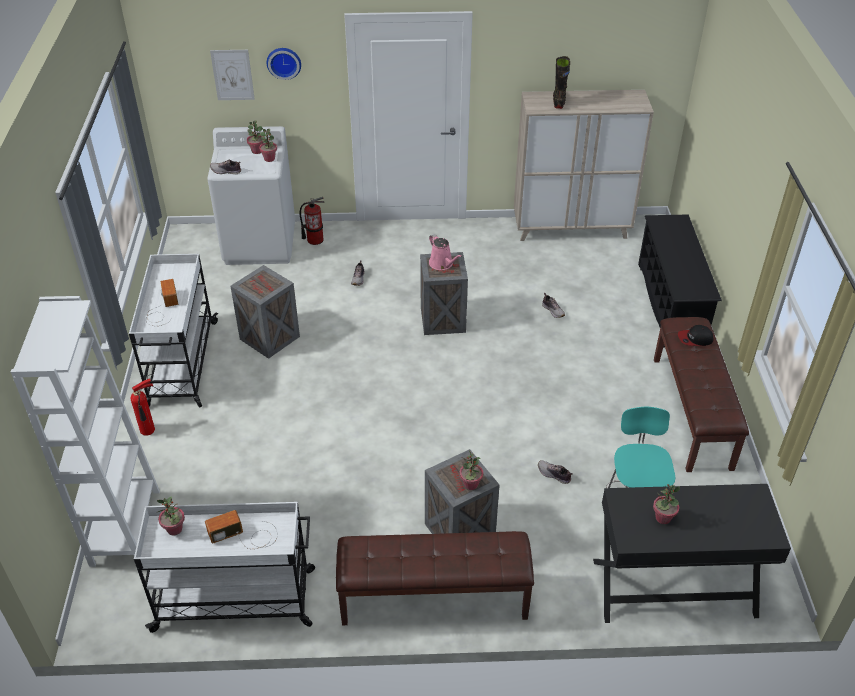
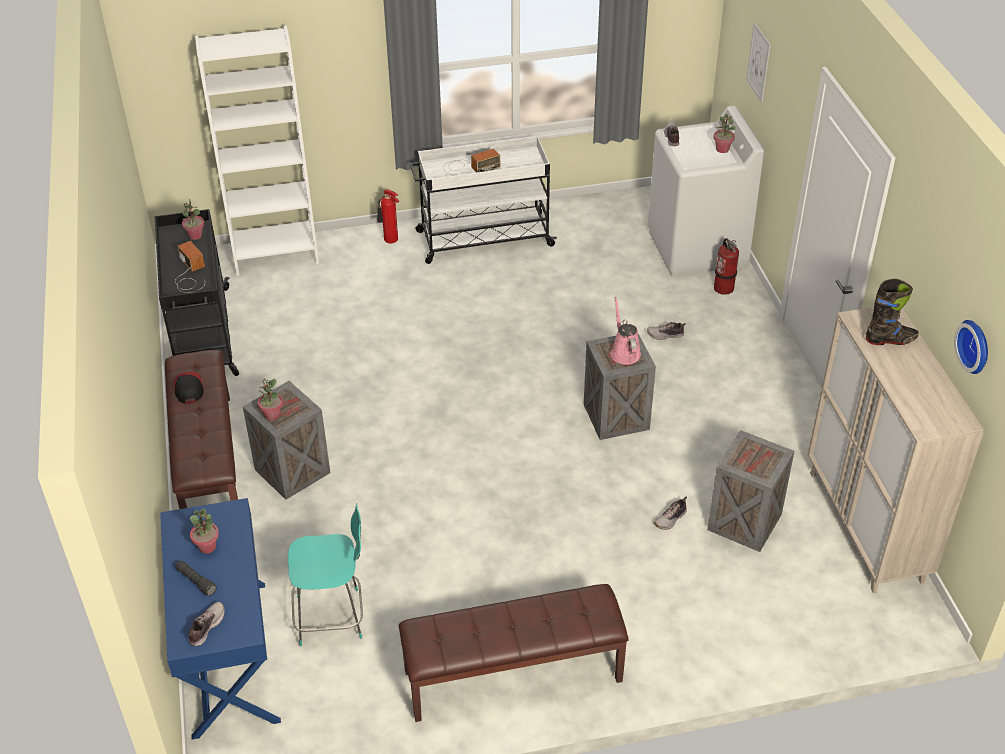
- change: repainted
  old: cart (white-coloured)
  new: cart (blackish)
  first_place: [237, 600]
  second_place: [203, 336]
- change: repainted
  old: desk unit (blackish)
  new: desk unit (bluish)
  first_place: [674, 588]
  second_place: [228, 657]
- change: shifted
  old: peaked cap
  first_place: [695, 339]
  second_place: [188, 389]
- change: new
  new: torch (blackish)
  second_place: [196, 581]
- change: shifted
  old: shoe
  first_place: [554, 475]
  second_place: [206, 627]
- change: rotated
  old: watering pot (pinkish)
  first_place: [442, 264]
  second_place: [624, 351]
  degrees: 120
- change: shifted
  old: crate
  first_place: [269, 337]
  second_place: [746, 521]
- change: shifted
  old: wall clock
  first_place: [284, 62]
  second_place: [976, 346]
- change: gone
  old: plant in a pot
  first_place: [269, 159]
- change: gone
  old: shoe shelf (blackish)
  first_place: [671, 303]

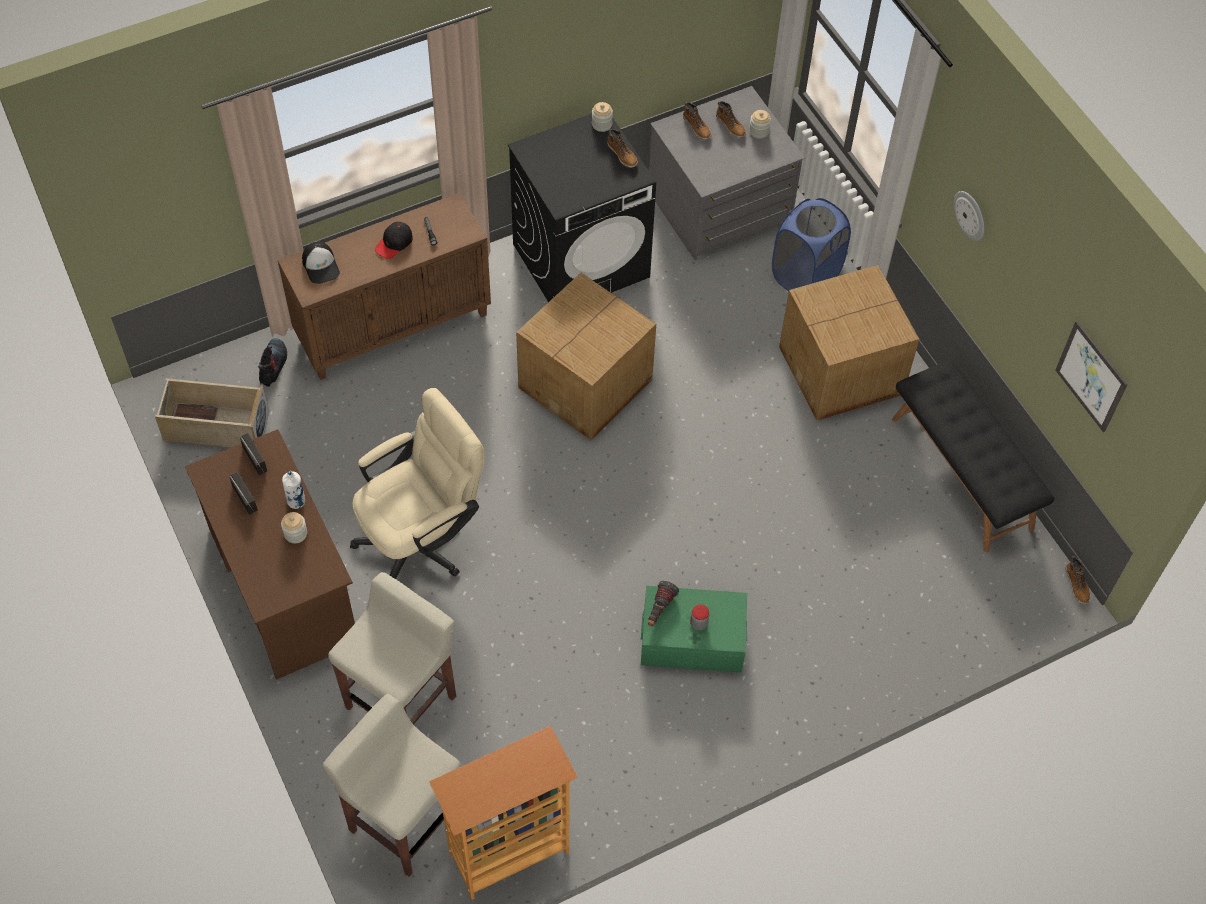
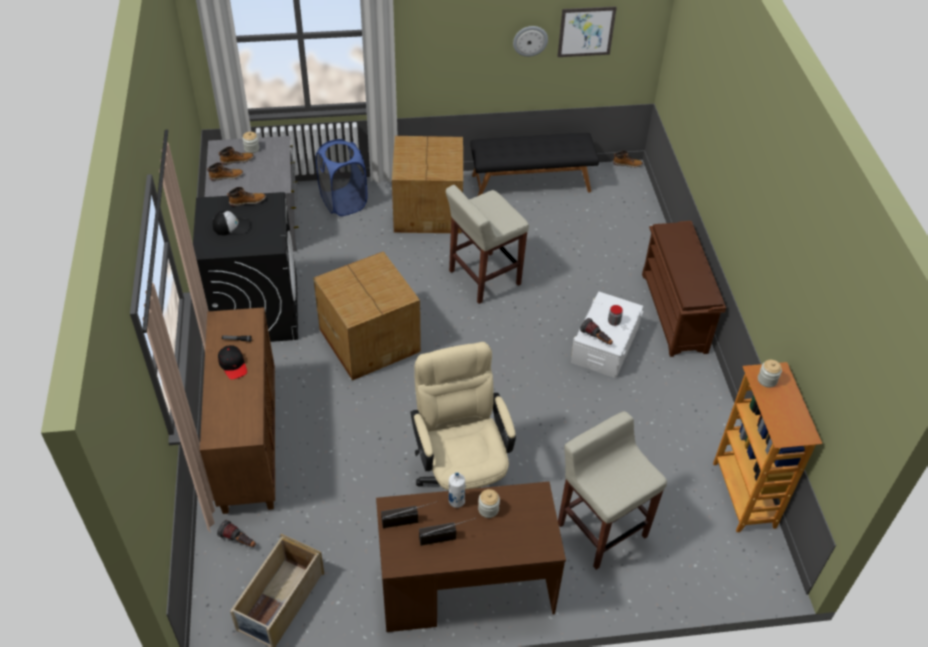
- change: shifted
  old: peaked cap
  first_place: [321, 266]
  second_place: [232, 226]
- change: swapped
  old: boot
  new: torch
  first_place: [273, 365]
  second_place: [239, 540]
- change: shifted
  old: sitting stool (sand-coloured)
  first_place: [405, 820]
  second_place: [483, 278]
- change: shifted
  old: wall clock
  first_place: [970, 215]
  second_place: [530, 40]
- change: repainted
  old: storage box (green-coloured)
  new: storage box (white-coloured)
  first_place: [692, 639]
  second_place: [605, 345]
- change: new
  new: shoe shelf (brownish)
  second_place: [675, 313]
- change: shifted
  old: preserve jar
  first_place: [601, 124]
  second_place: [767, 380]

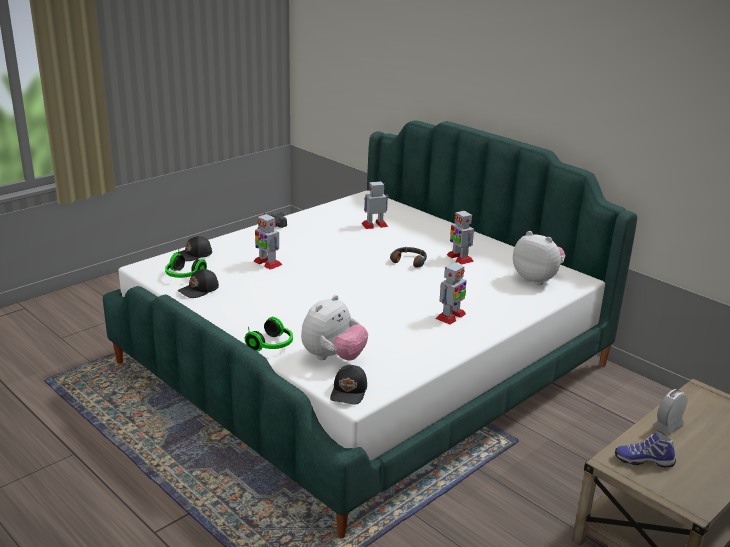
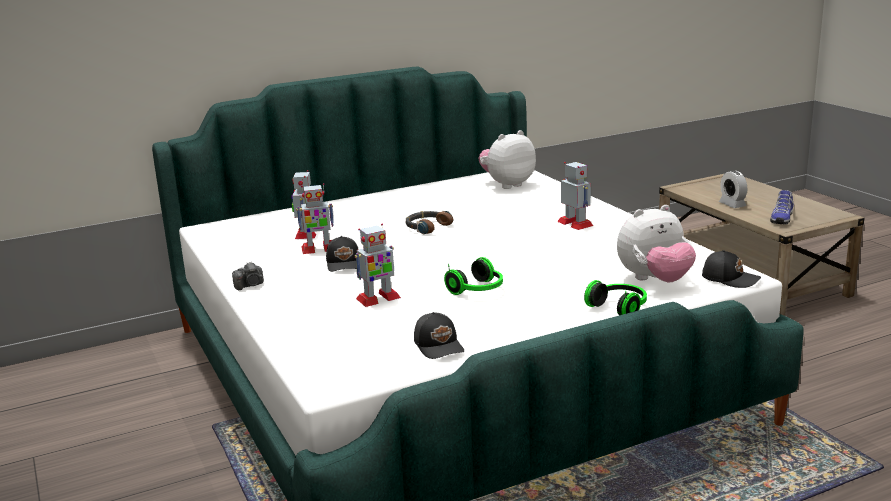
- change: shifted
  old: toy robot
  first_place: [459, 258]
  second_place: [318, 249]
- change: shifted
  old: peaked cap (blackish)
  first_place: [194, 255]
  second_place: [344, 263]
- change: shifted
  old: pair of headphones
  first_place: [183, 276]
  second_place: [478, 290]
- change: rotated
  old: soft toy
  first_place: [333, 357]
  second_place: [654, 280]
  degrees: 105

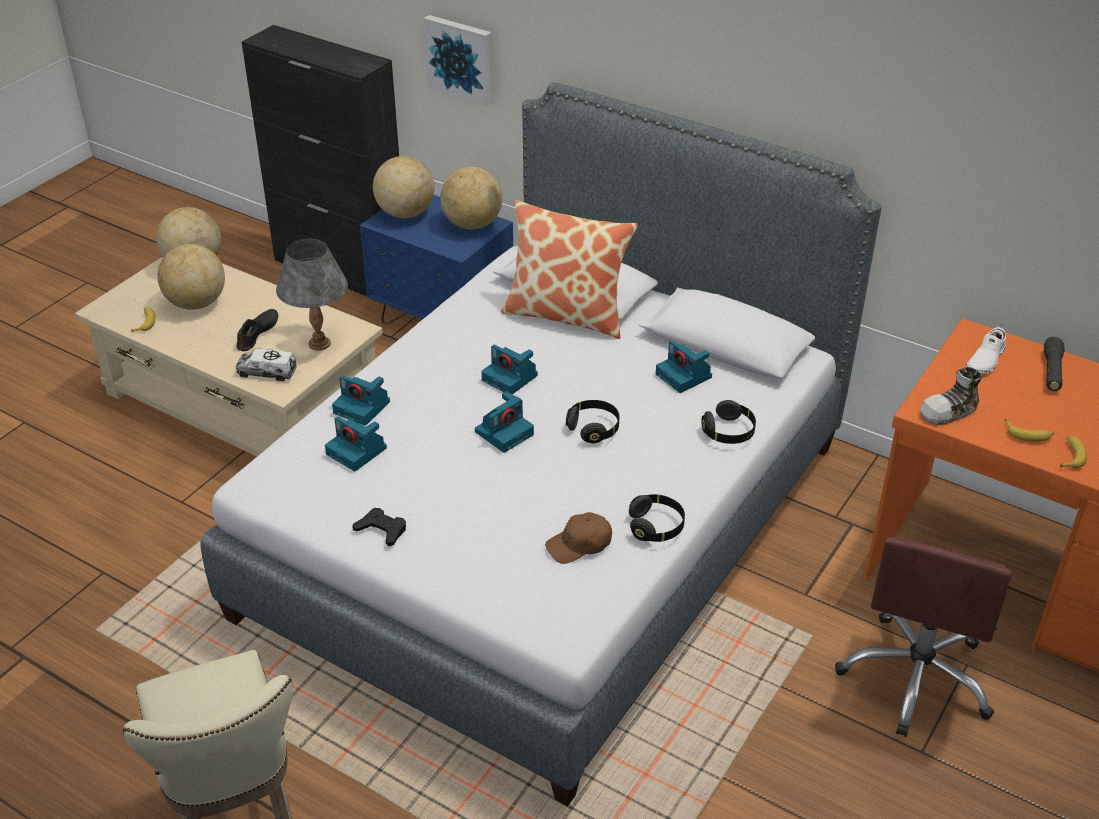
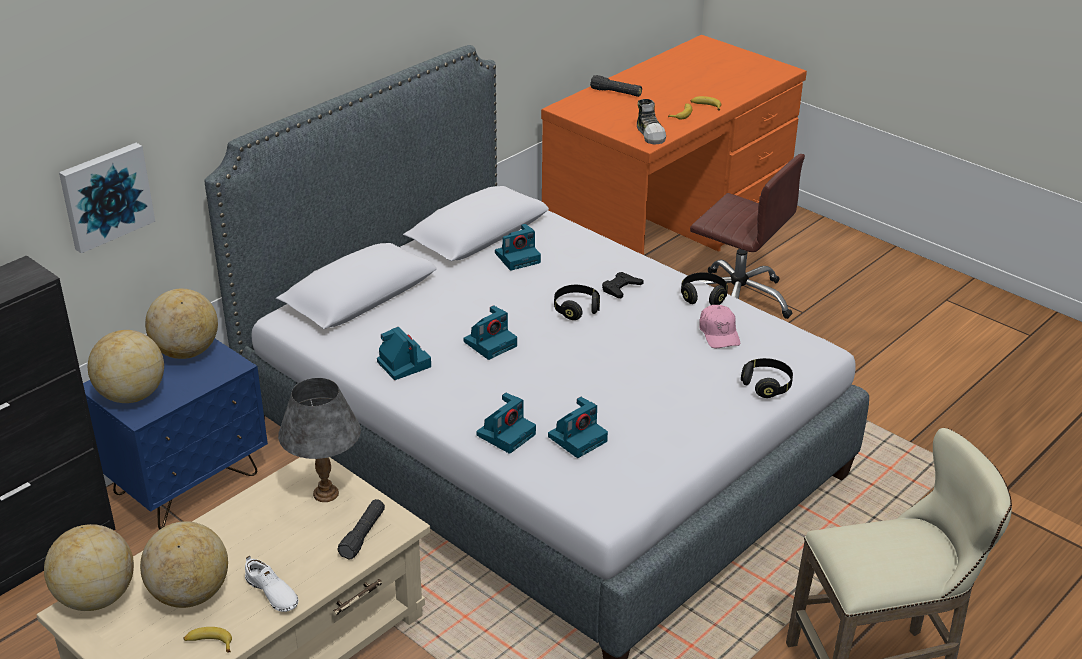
- change: shifted
  old: shoe (white-coloured)
  first_place: [984, 360]
  second_place: [272, 593]
- change: swapped
  old: toy lorry
  new: torch (blackish)
  first_place: [267, 372]
  second_place: [363, 535]
- change: shifted
  old: photo camera
  first_place: [504, 432]
  second_place: [403, 363]
- change: shifted
  old: joypad (blackish)
  first_place: [381, 530]
  second_place: [621, 288]
- change: repainted
  old: peaked cap (brownish)
  new: peaked cap (pinkish)
  first_place: [579, 545]
  second_place: [719, 333]
- change: shifted
  old: pair of headphones (blackish)
  first_place: [728, 432]
  second_place: [766, 385]
- change: gone
  old: shoe (blackish)
  first_place: [258, 333]
- change: gone
  old: pillow
  first_place: [567, 314]

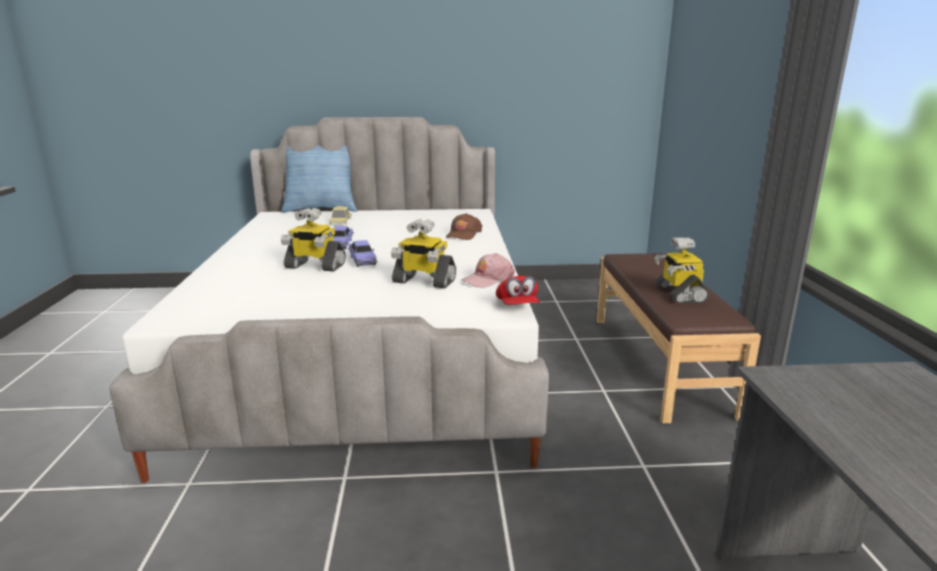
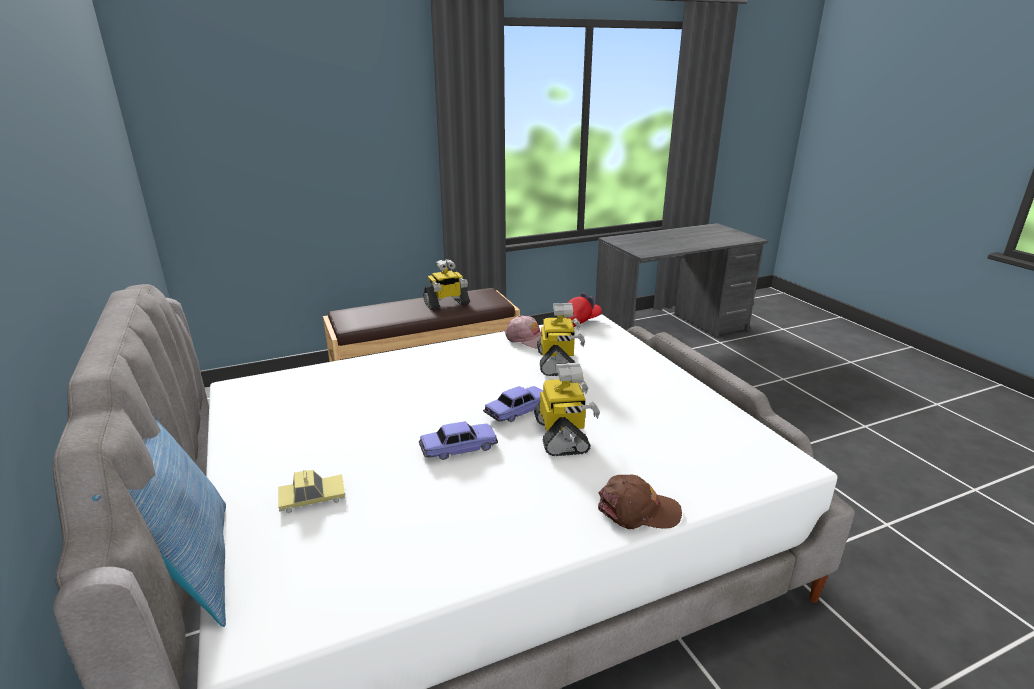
- change: shifted
  old: peaked cap (brownish)
  first_place: [463, 234]
  second_place: [638, 510]

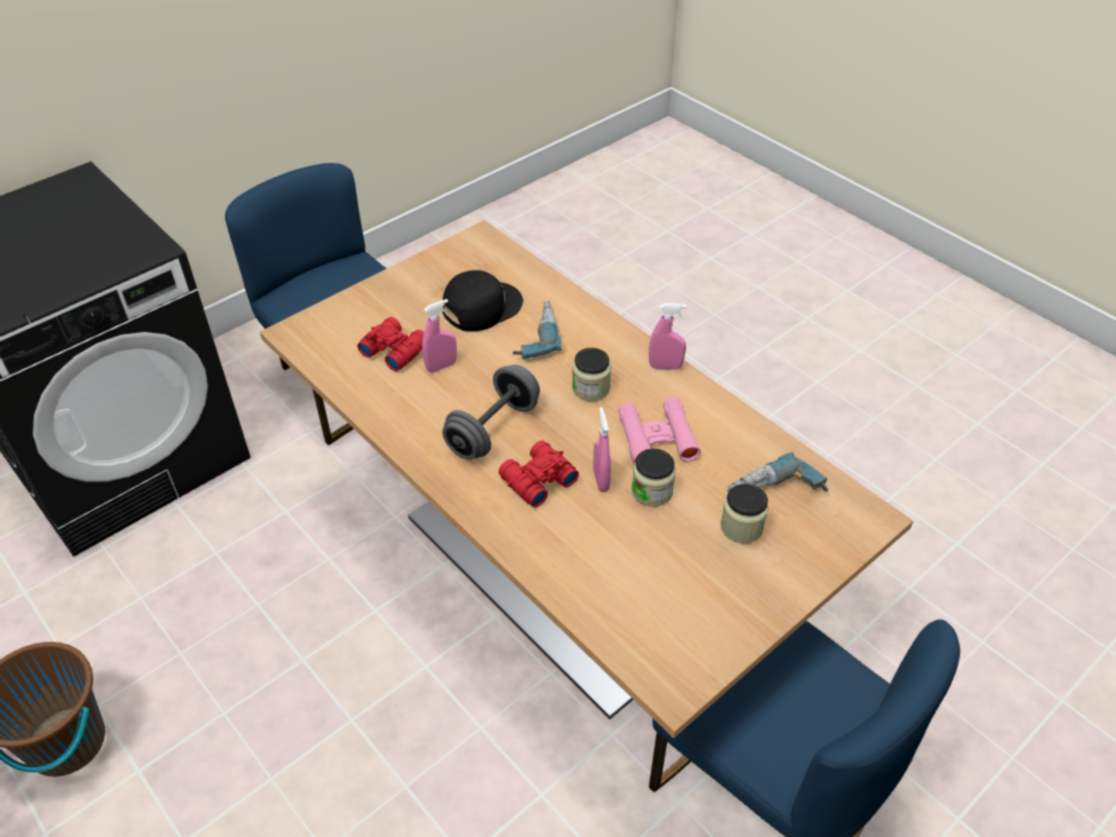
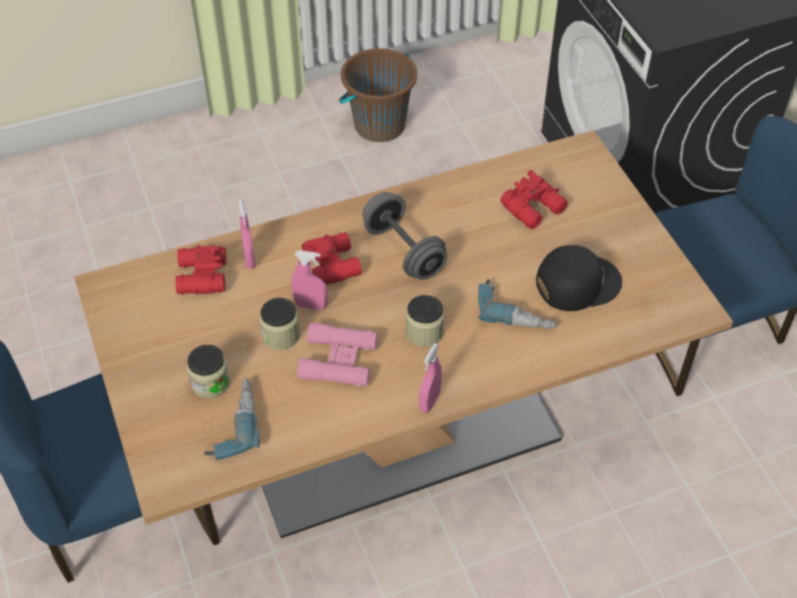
- change: new
  new: field glasses (red-coloured)
  second_place: [201, 277]
- change: shifted
  old: hand sprayer (pinkish)
  first_place: [441, 366]
  second_place: [249, 259]
- change: rotated
  old: peaked cap (blackish)
  first_place: [481, 306]
  second_place: [577, 282]
  degrees: -90

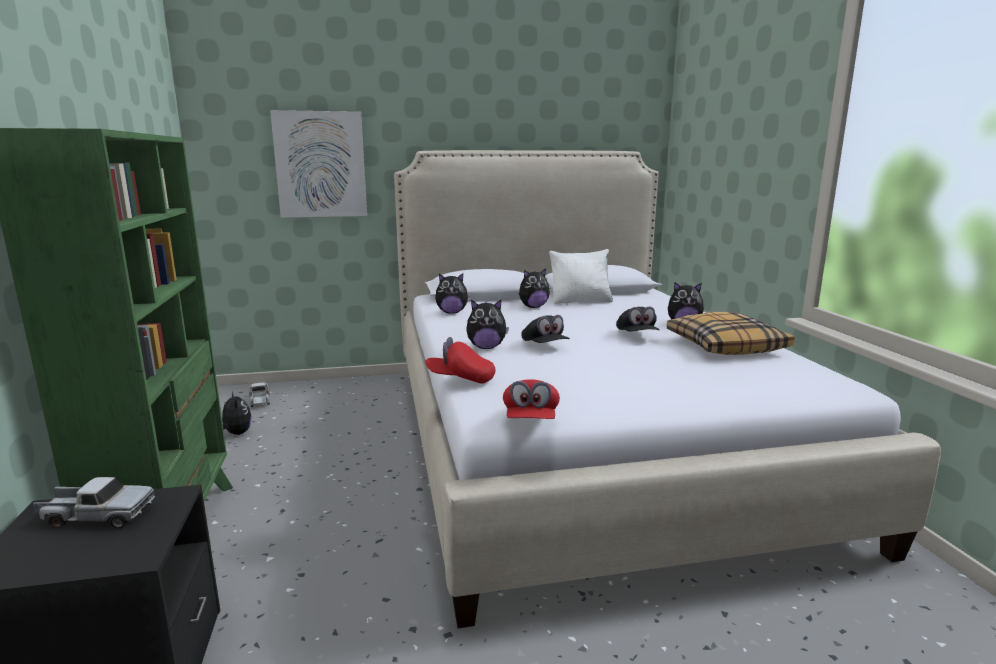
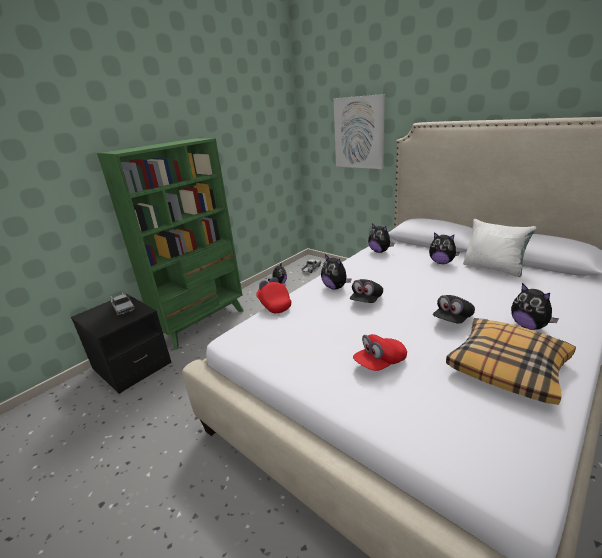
- change: shifted
  old: peaked cap (red-coloured)
  first_place: [530, 420]
  second_place: [380, 363]

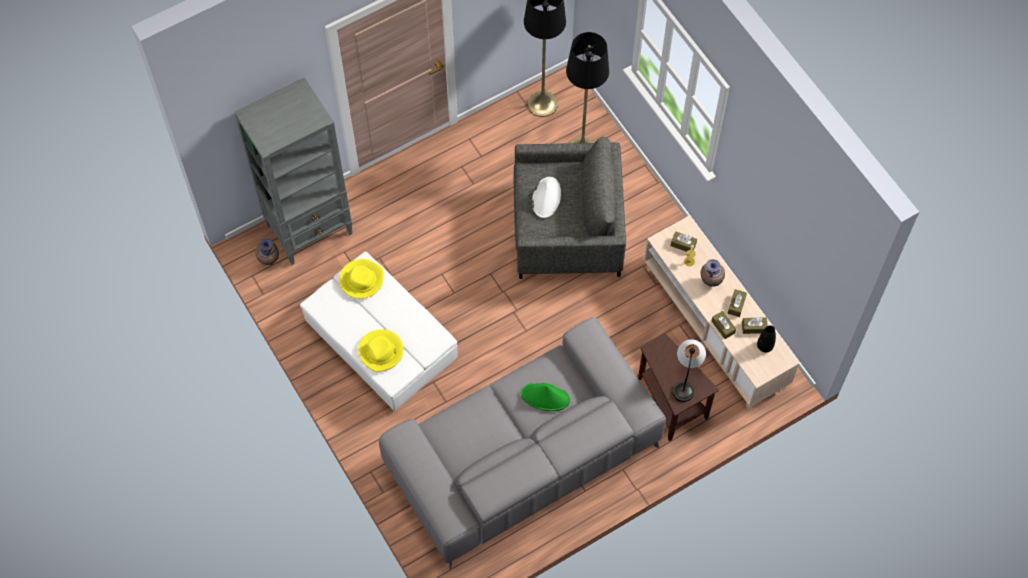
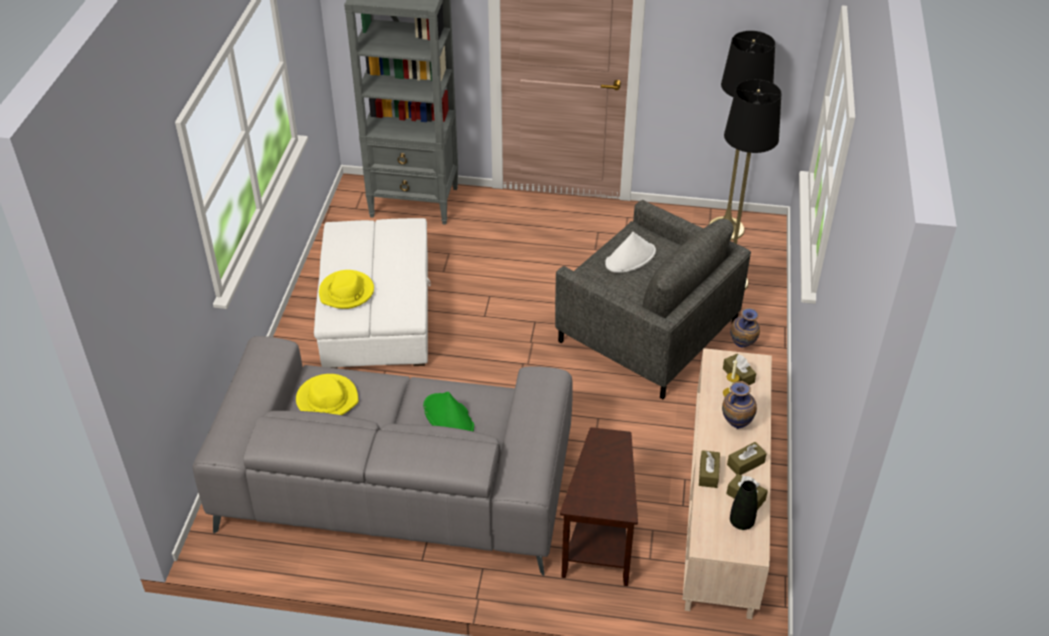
- change: shifted
  old: wearable hat (yellow-coloured)
  first_place: [361, 280]
  second_place: [327, 399]
- change: shifted
  old: decorative vase
  first_place: [270, 261]
  second_place: [742, 346]
- change: gone
  old: lamp for a table
  first_place: [686, 379]

